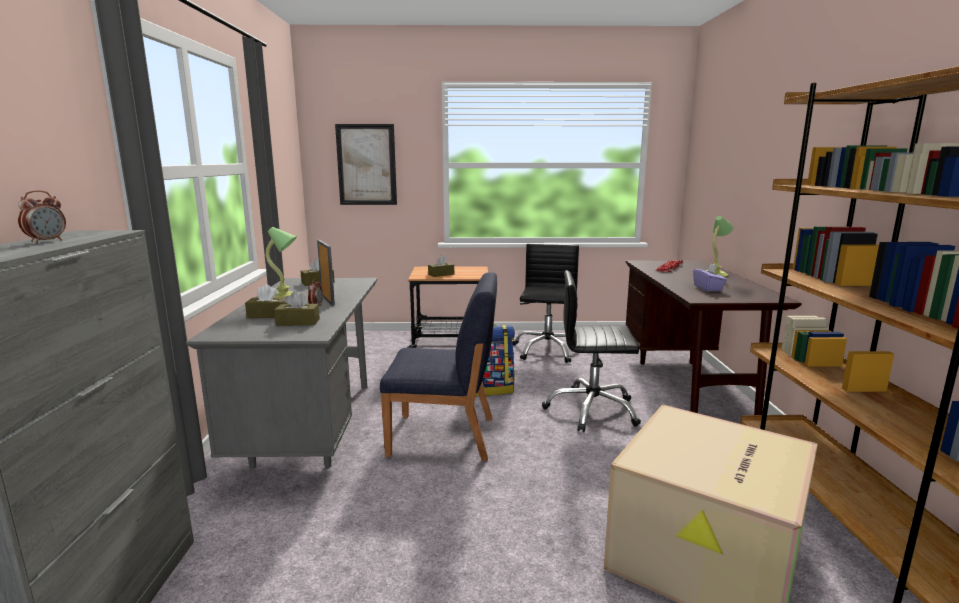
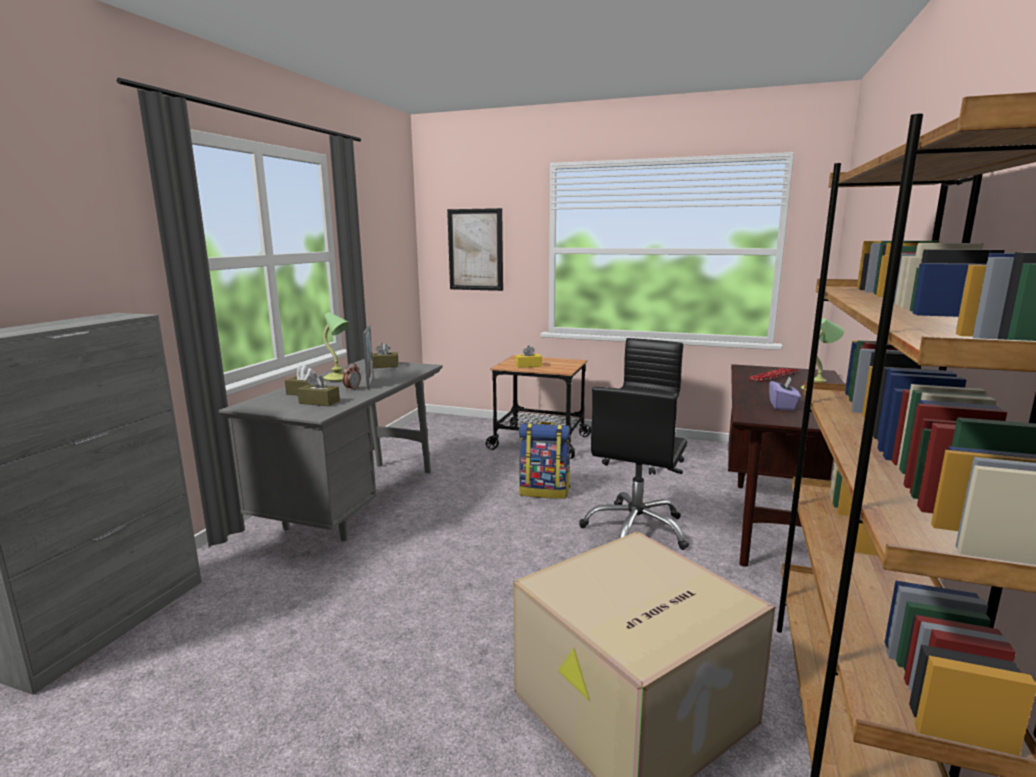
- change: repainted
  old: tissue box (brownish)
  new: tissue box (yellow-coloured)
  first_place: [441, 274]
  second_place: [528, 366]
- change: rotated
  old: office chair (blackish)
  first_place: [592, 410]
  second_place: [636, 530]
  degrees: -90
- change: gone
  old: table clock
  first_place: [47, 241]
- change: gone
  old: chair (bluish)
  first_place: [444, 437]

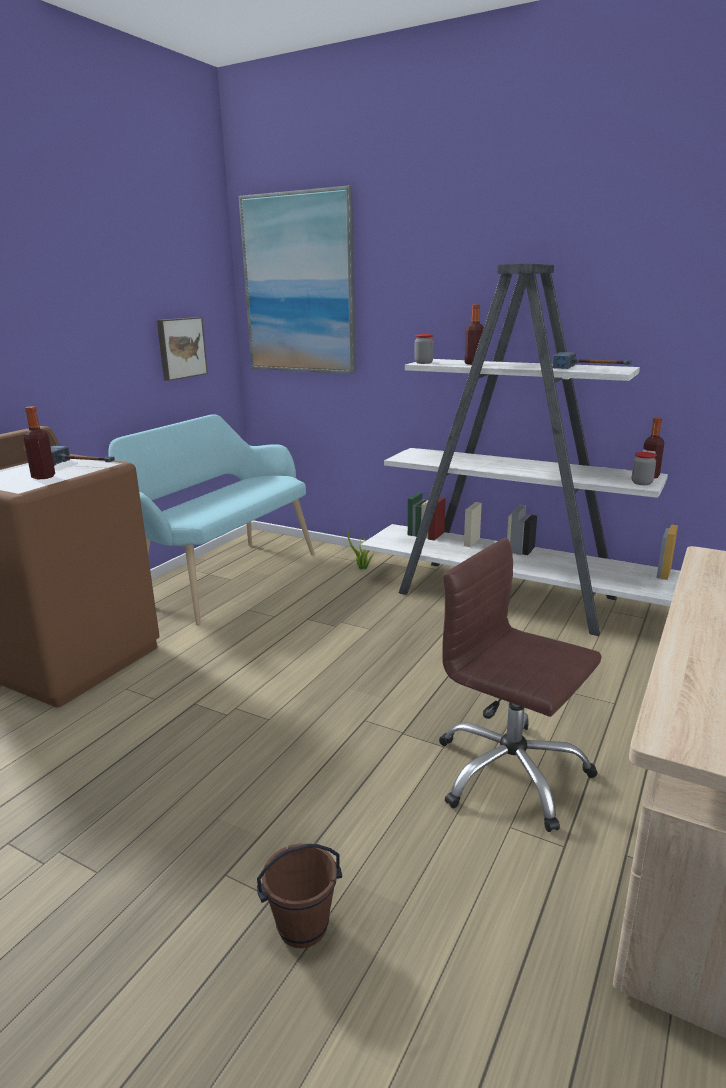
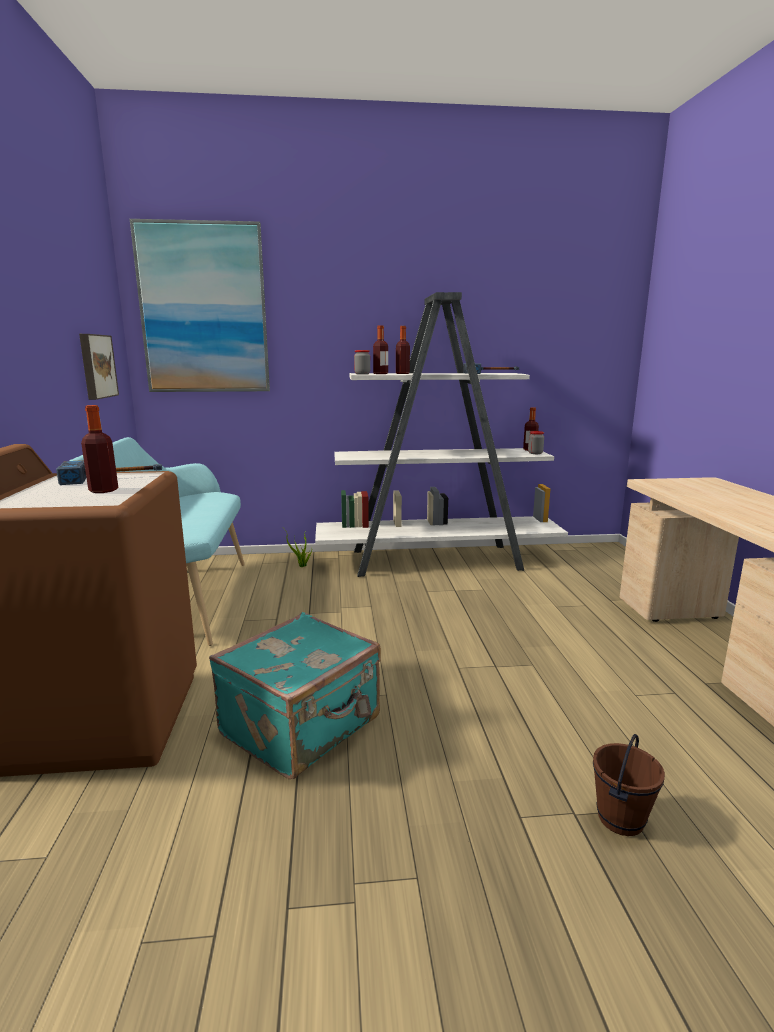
- change: new
  new: piece of luggage (turquoise-coloured)
  second_place: [303, 727]
- change: new
  new: drink bottle
  second_place: [380, 374]
- change: gone
  old: office chair (brownish)
  first_place: [510, 773]

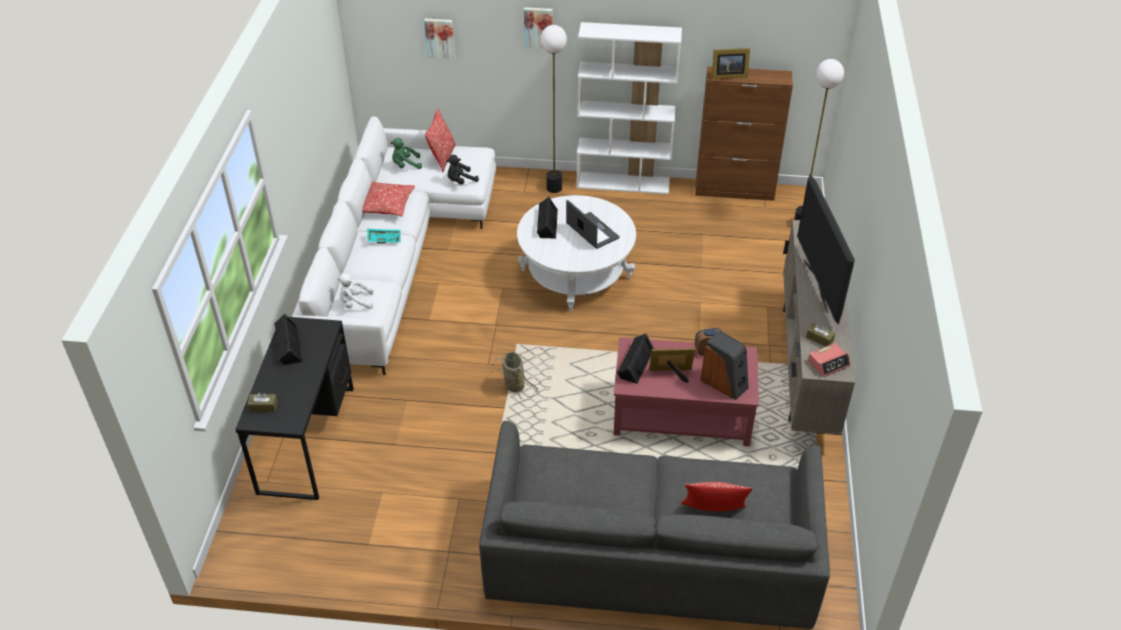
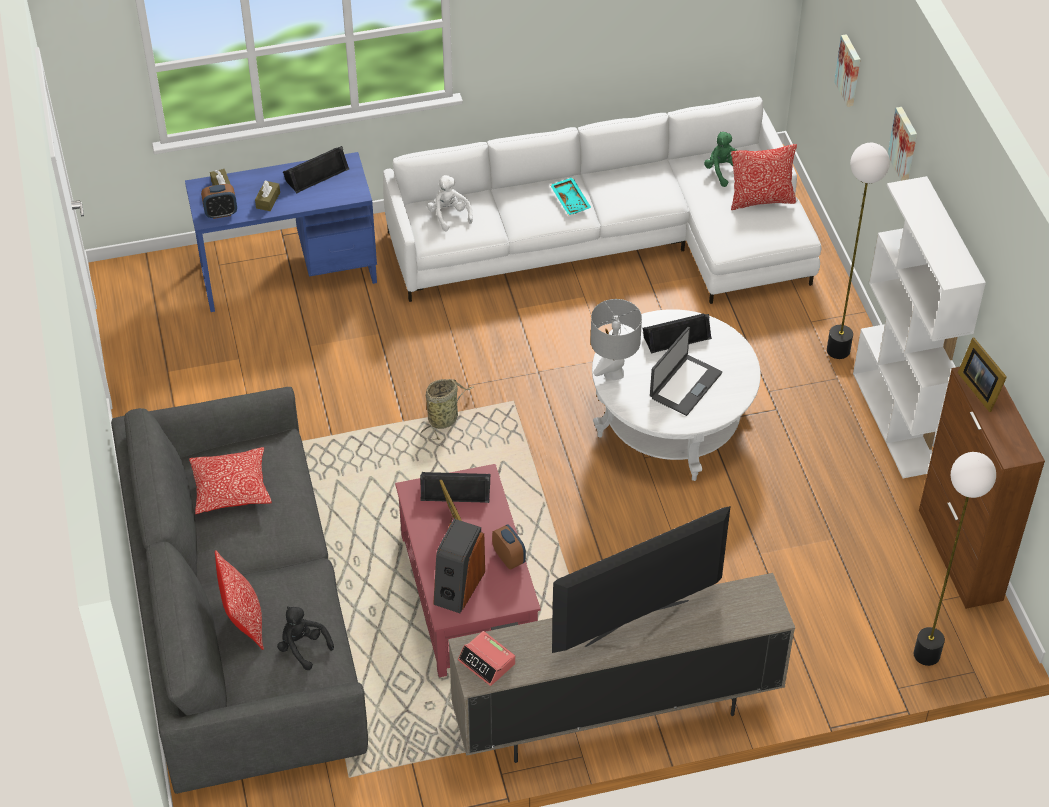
- change: repainted
  old: desk unit (blackish)
  new: desk unit (bluish)
  first_place: [307, 439]
  second_place: [289, 273]
- change: shifted
  old: pillow
  first_place: [386, 205]
  second_place: [231, 488]
- change: new
  new: table clock
  second_place: [221, 213]
- change: shifted
  old: tissue box (brownish)
  first_place: [819, 339]
  second_place: [268, 200]
- change: shifted
  old: soft toy (blackish)
  first_place: [460, 181]
  second_place: [302, 647]
- change: new
  new: lamp for a table (grey)
  second_place: [613, 373]

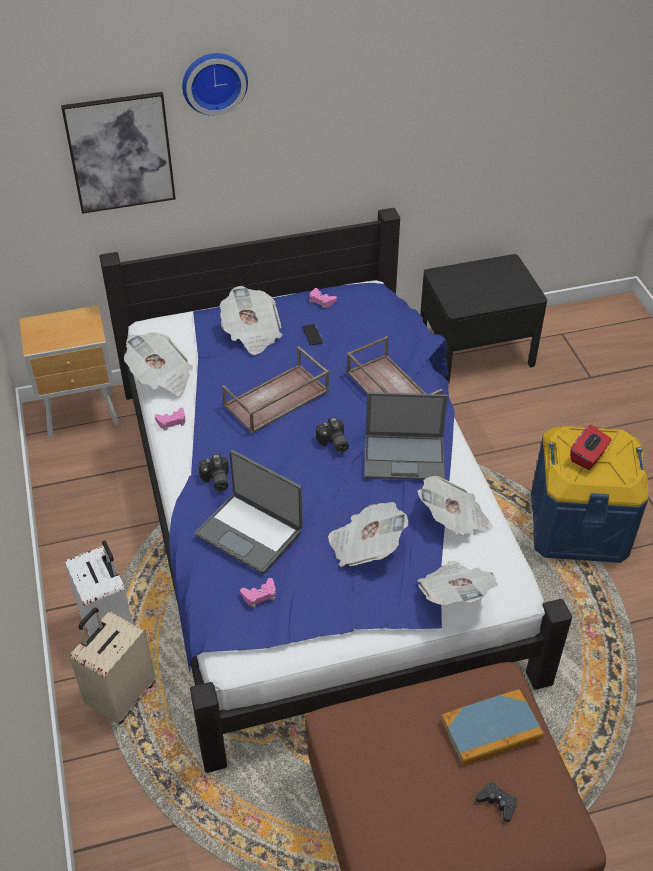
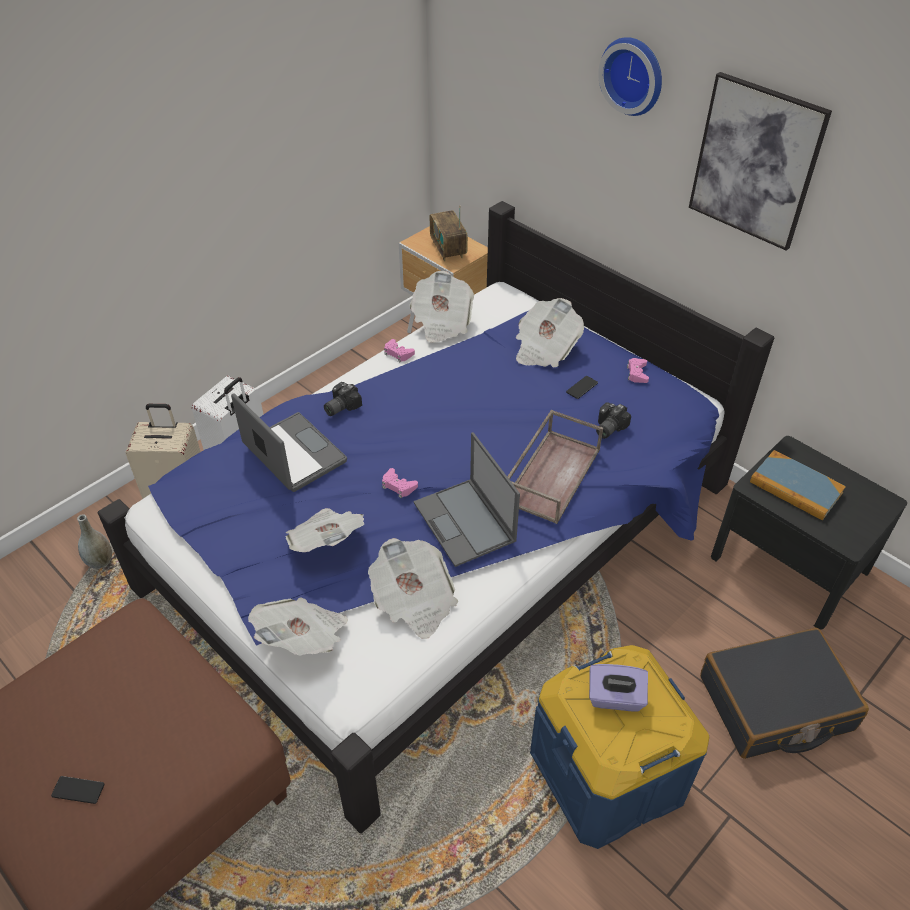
- change: swapped
  old: joypad (blackish)
  new: phone
  first_place: [497, 803]
  second_place: [78, 790]
- change: new
  new: decorative vase (grey)
  second_place: [100, 561]
- change: rotated
  old: portable computer
  first_place: [250, 532]
  second_place: [293, 454]
  degrees: 135
- change: shifted
  old: joypad (pinkish)
  first_place: [260, 595]
  second_place: [398, 486]
- change: new
  new: radio receiver
  second_place: [448, 249]
- change: repainted
  old: tissue box (red-coloured)
  new: tissue box (purplish)
  first_place: [588, 457]
  second_place: [615, 698]
- change: shifted
  old: photo camera
  first_place: [333, 443]
  second_place: [607, 428]
- change: shifted
  old: wall picture
  first_place: [120, 152]
  second_place: [755, 162]
- change: new
  new: piece of luggage (blackish)
  second_place: [775, 704]
- change: shifted
  old: volume
  first_place: [491, 729]
  second_place: [795, 488]
- change: gone
  old: tray (brownish)
  first_place: [276, 399]

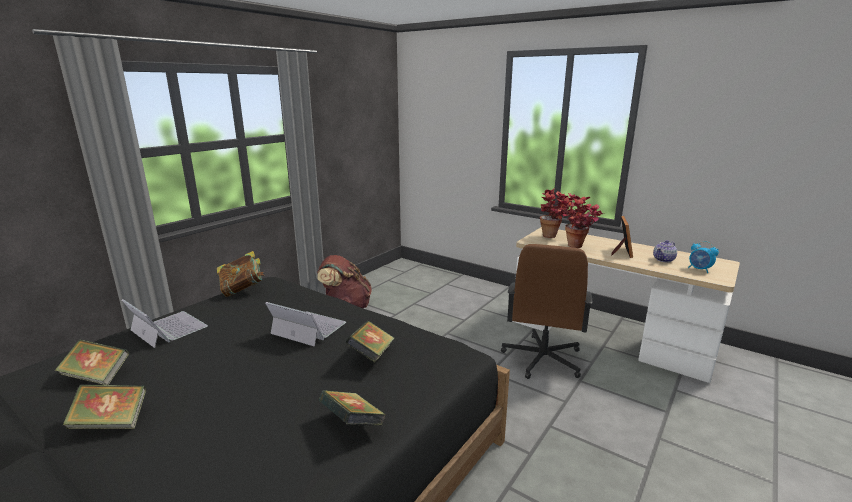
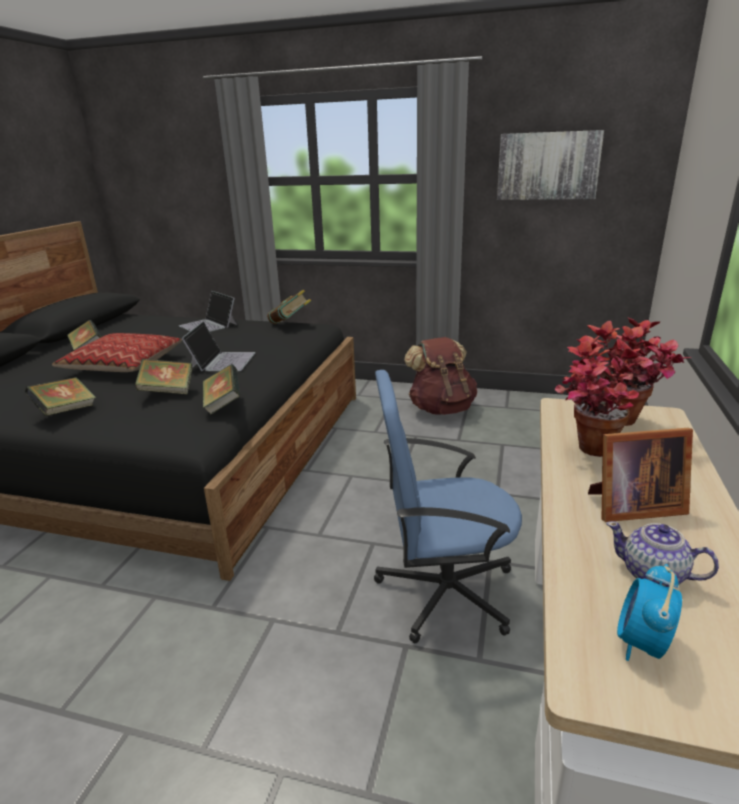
- change: new
  new: pillow
  second_place: [123, 364]
- change: rotated
  old: portable computer
  first_place: [168, 328]
  second_place: [208, 325]
  degrees: 120
- change: shifted
  old: volume
  first_place: [97, 376]
  second_place: [223, 404]
- change: repainted
  old: office chair (brownish)
  new: office chair (bluish)
  first_place: [542, 359]
  second_place: [443, 591]
- change: new
  new: wall picture
  second_place: [548, 166]

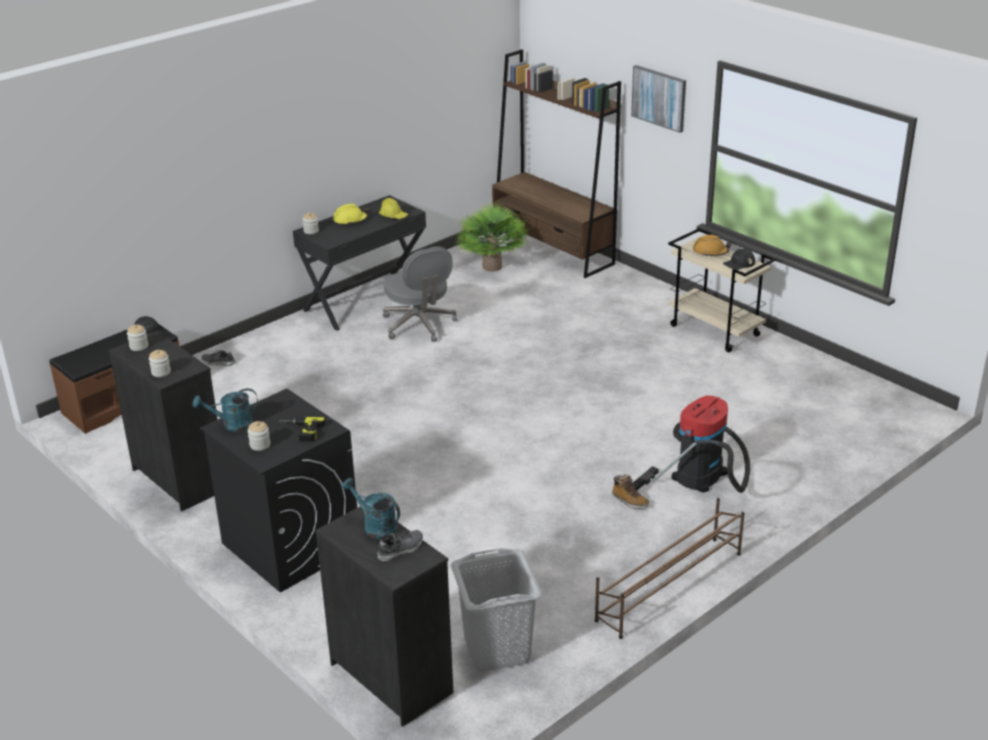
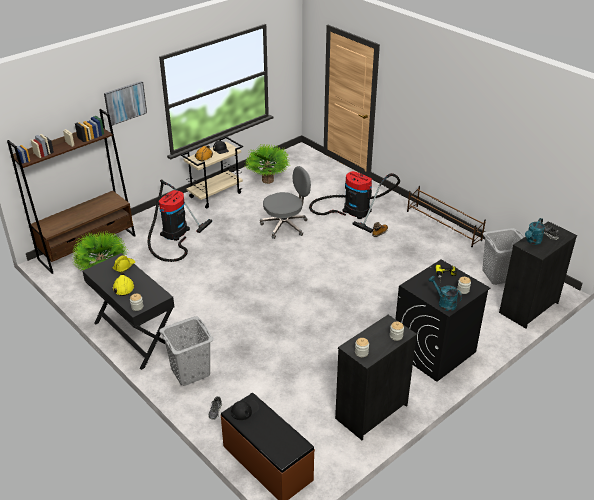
- change: new
  new: vacuum
  second_place: [173, 234]
- change: new
  new: laundry basket (grey)
  second_place: [190, 372]
- change: new
  new: plant in a pot
  second_place: [267, 180]
- change: shifted
  old: office chair (grey)
  first_place: [419, 325]
  second_place: [285, 225]
- change: rotated
  old: watering pot (turquoise-coloured)
  first_place: [232, 425]
  second_place: [444, 303]
  degrees: 150

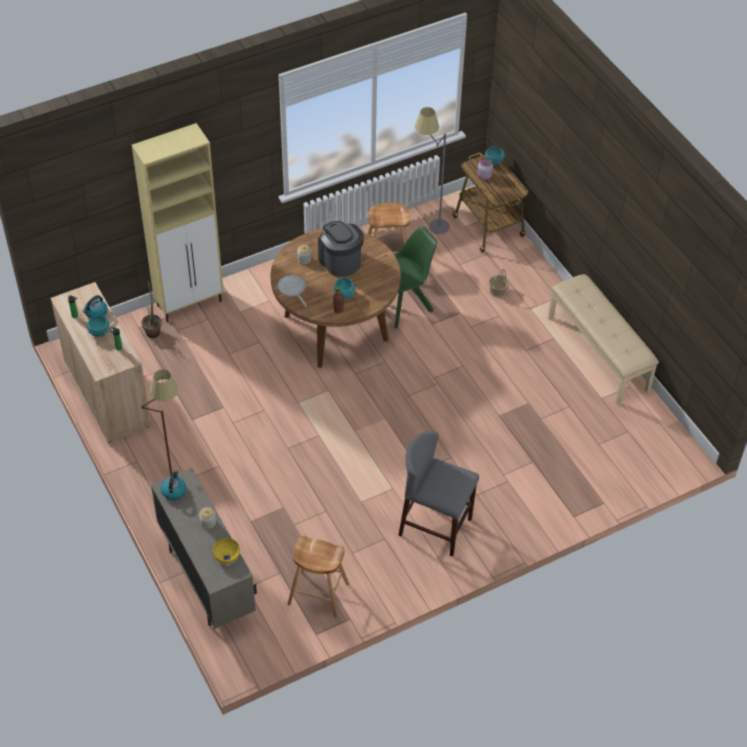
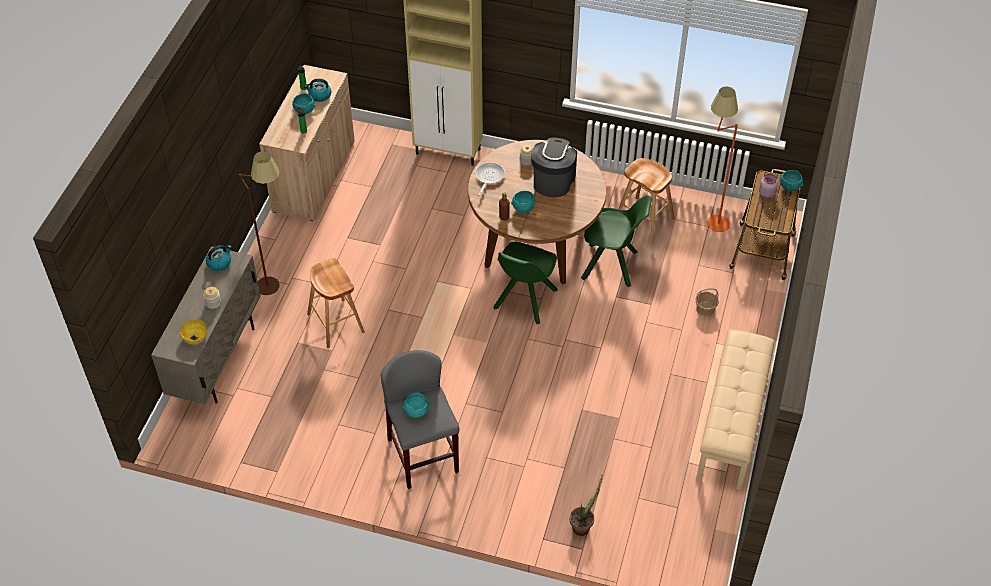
- change: shifted
  old: sitting stool (brownish)
  first_place: [318, 594]
  second_place: [336, 323]
- change: new
  new: serving bowl (turquoise-coloured)
  second_place: [416, 412]
- change: new
  new: chair (green-coloured)
  second_place: [524, 300]
- change: shifted
  old: plant in a pot
  first_place: [153, 330]
  second_place: [583, 525]
- change: repainted
  old: standard lamp (grey)
  new: standard lamp (orange-coloured)
  first_place: [429, 225]
  second_place: [711, 217]

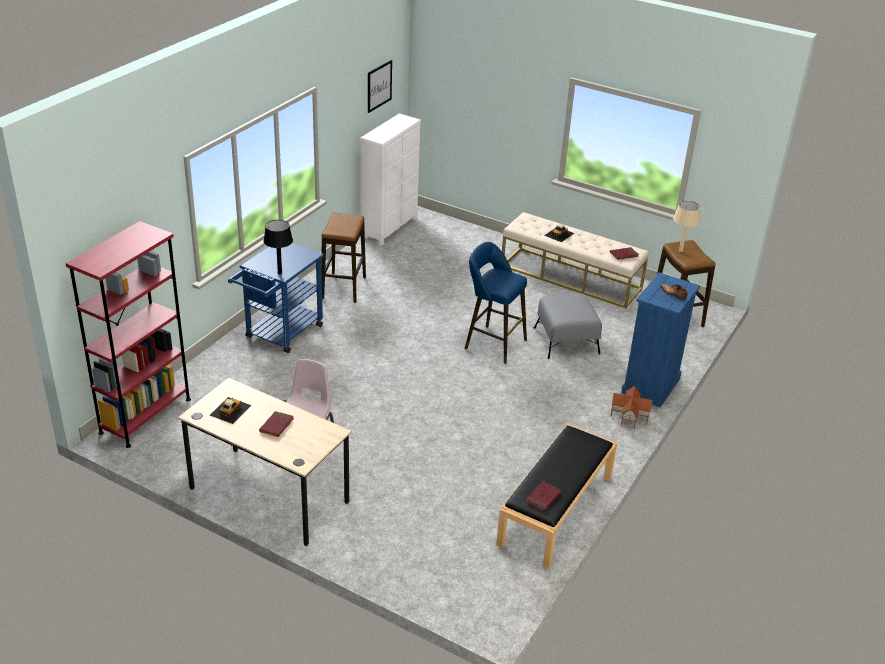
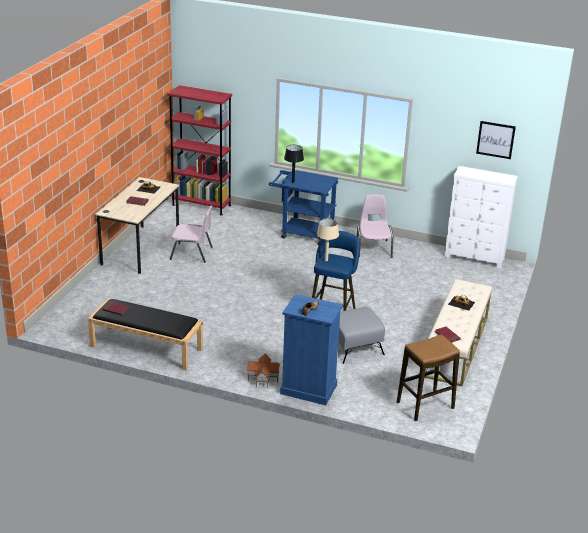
- change: shifted
  old: lamp for a table (sand-coloured)
  first_place: [680, 250]
  second_place: [326, 260]
- change: swapped
  old: sitting stool
  new: chair (pinkish)
  first_place: [343, 288]
  second_place: [373, 248]

